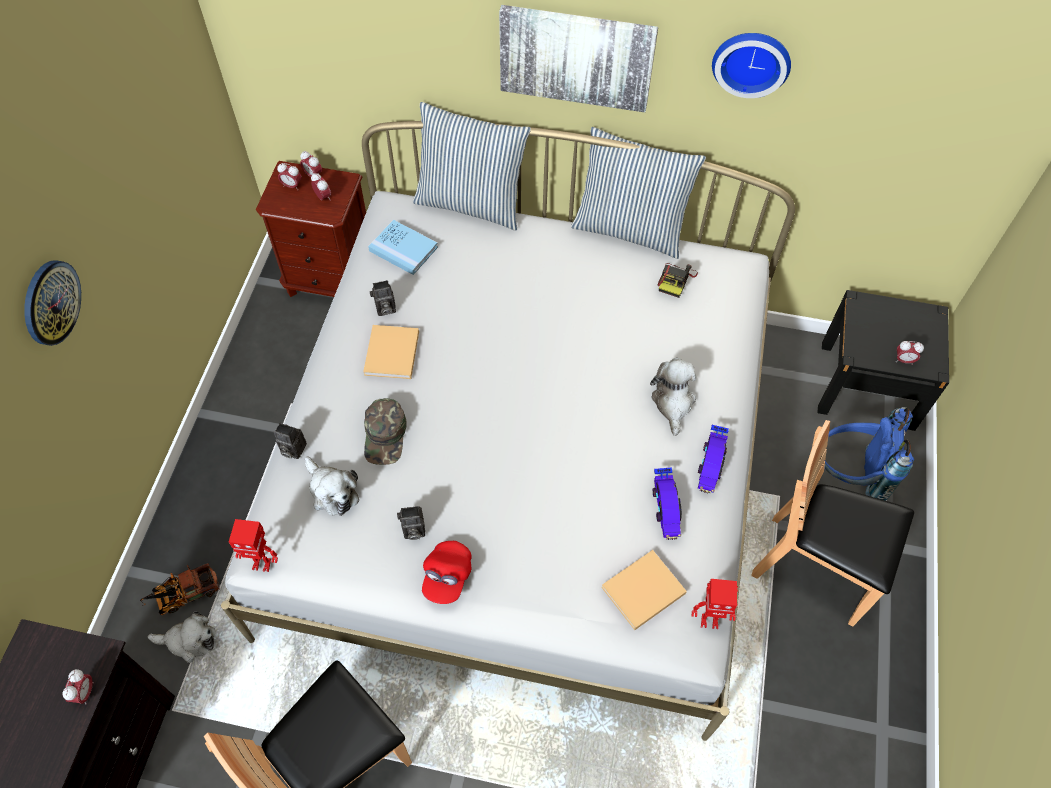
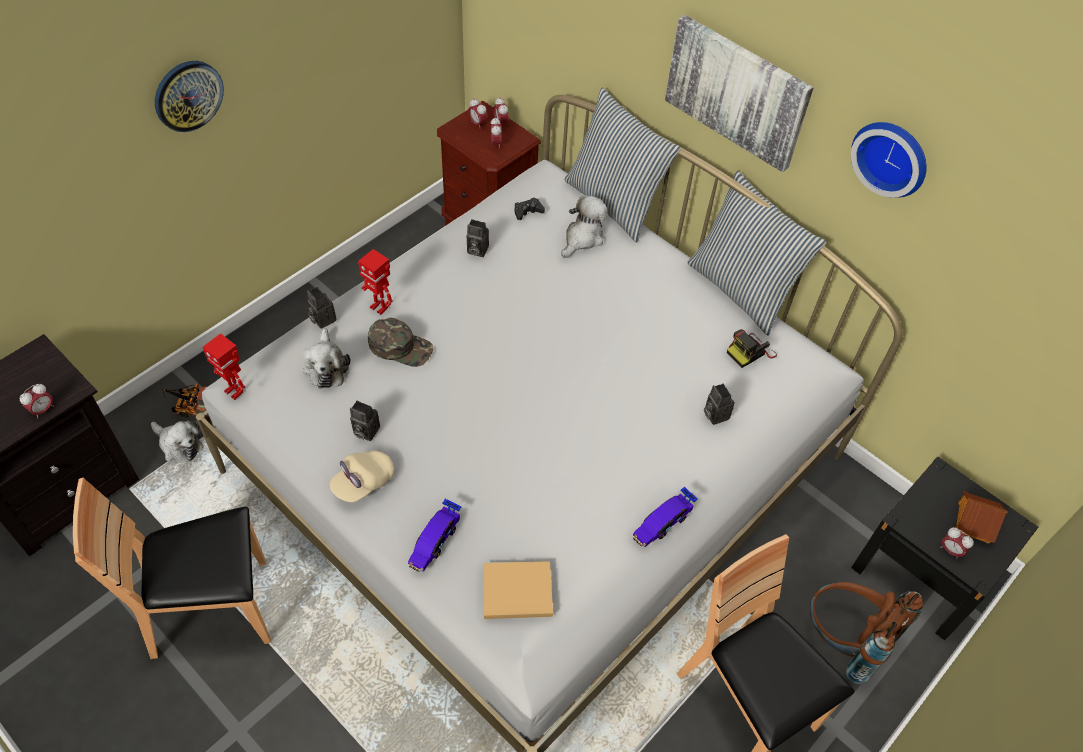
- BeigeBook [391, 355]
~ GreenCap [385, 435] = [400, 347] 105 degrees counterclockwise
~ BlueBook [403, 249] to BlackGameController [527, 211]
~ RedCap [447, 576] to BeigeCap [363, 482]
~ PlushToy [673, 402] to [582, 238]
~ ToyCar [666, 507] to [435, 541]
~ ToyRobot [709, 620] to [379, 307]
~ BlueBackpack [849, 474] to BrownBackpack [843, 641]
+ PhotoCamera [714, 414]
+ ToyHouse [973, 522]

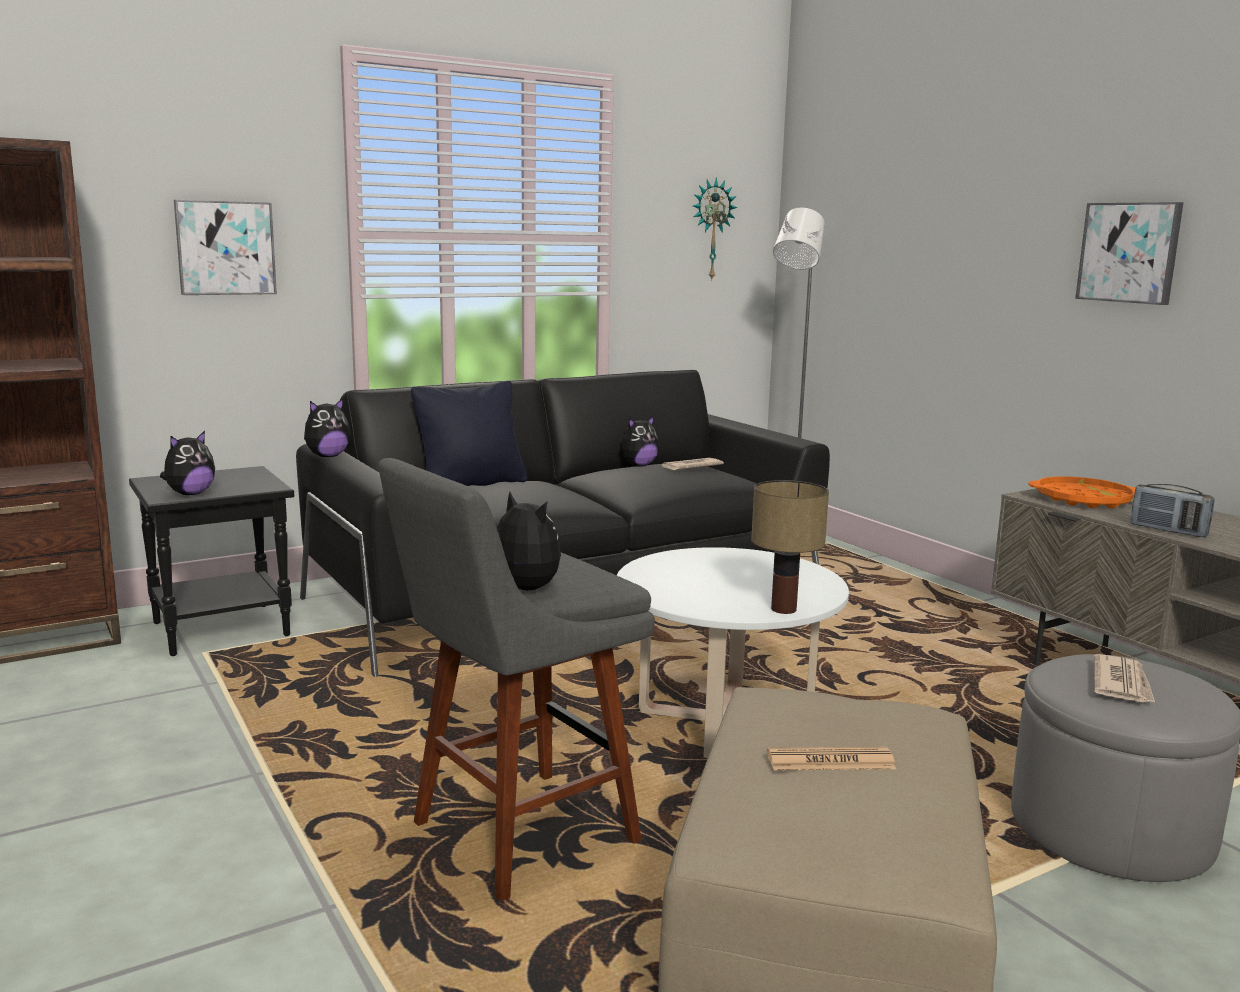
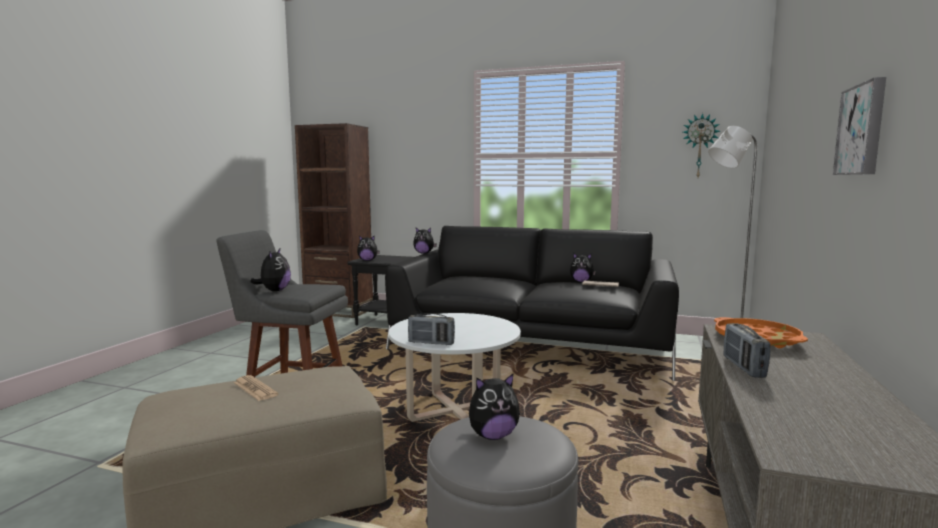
- Picture [225, 248]
- BlackPillow [471, 484]
~ TableLamp [783, 609] to Radio [431, 343]
~ Newspaper [1122, 683] to PlushToy [493, 436]

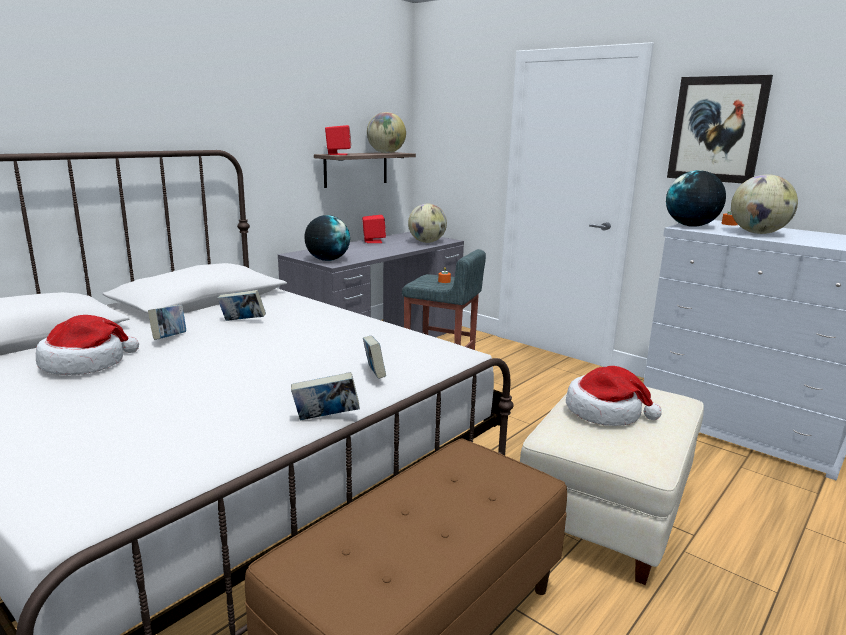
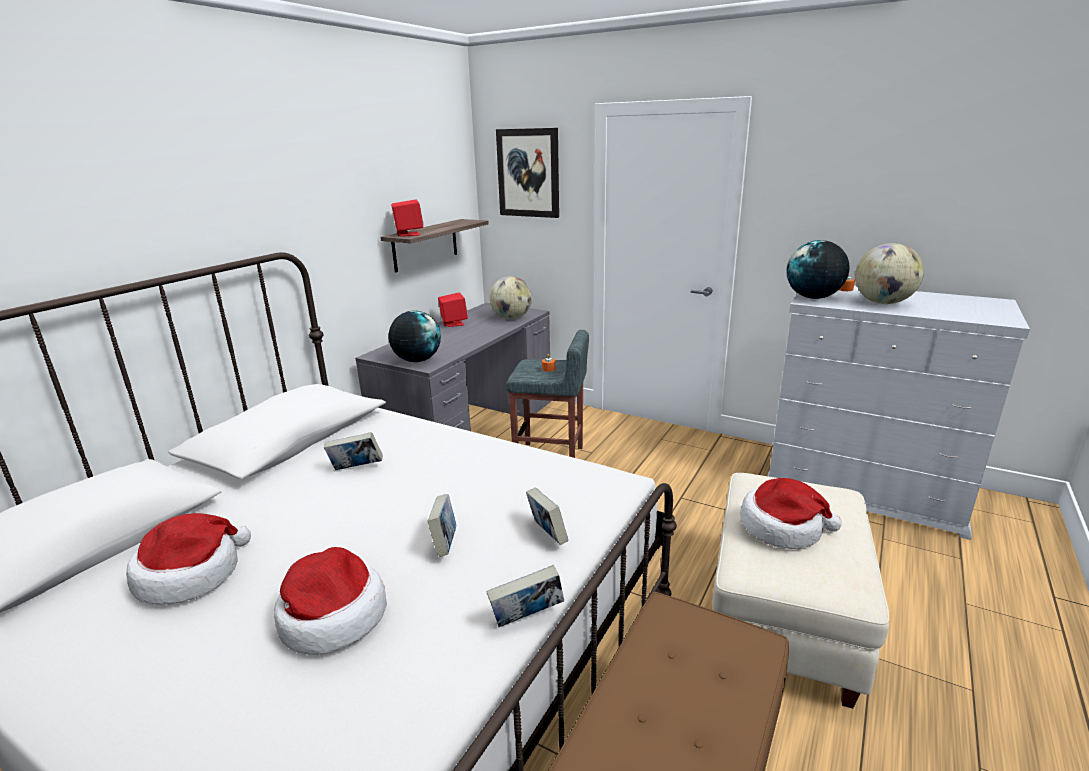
~ Book [170, 338] to [445, 544]
- Globe [386, 153]
~ Picture [717, 129] to [528, 173]
+ Hat [331, 617]

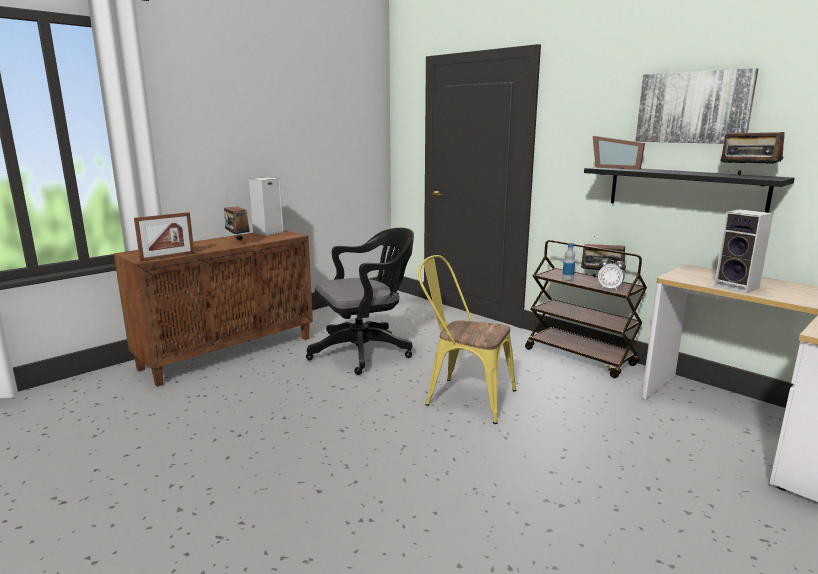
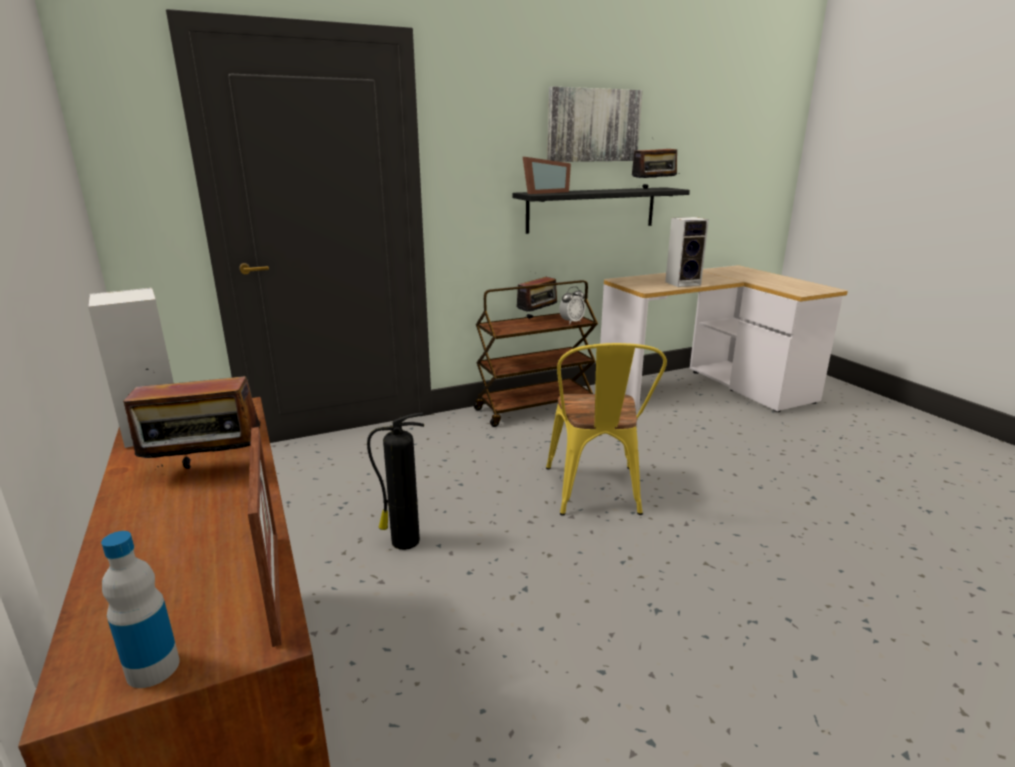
~ BlackOfficeChair [365, 351] to FireExtinguisher [403, 541]
~ YellowChair [463, 397] = [595, 494] 45 degrees counterclockwise
~ Bottle [567, 279] to [153, 668]

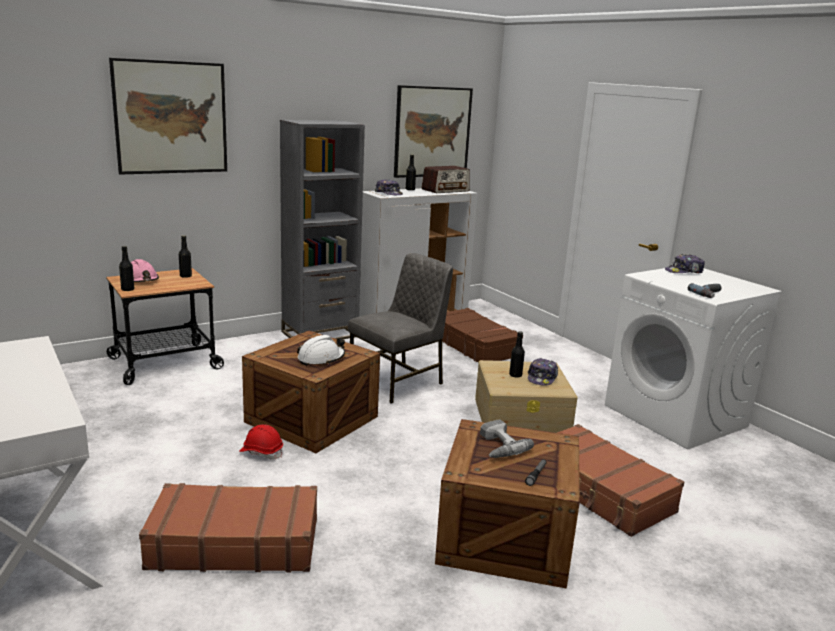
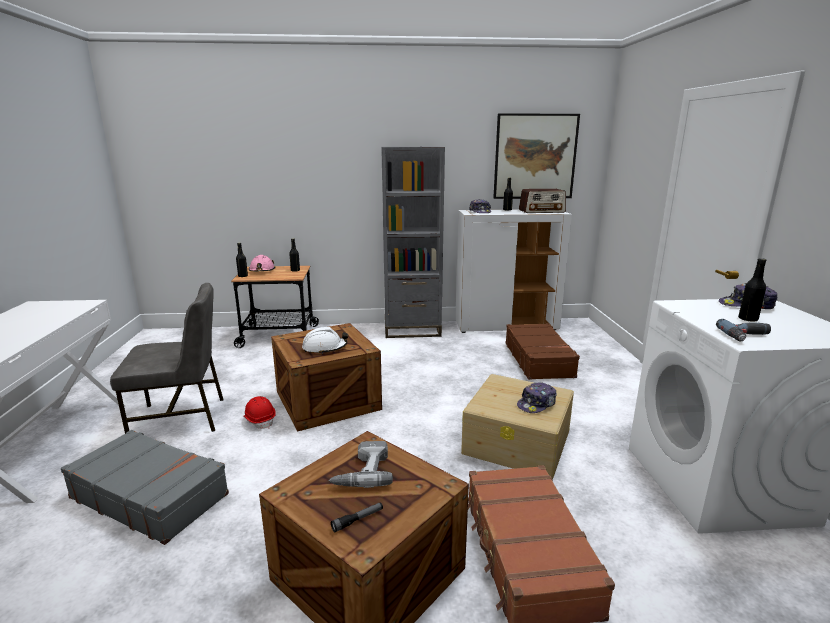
- Picture [171, 117]
~ BrownSuitcase [234, 543] to GreySuitcase [150, 495]
~ GreyChair [398, 382] to [181, 418]
~ BlackBottle [515, 375] to [748, 319]

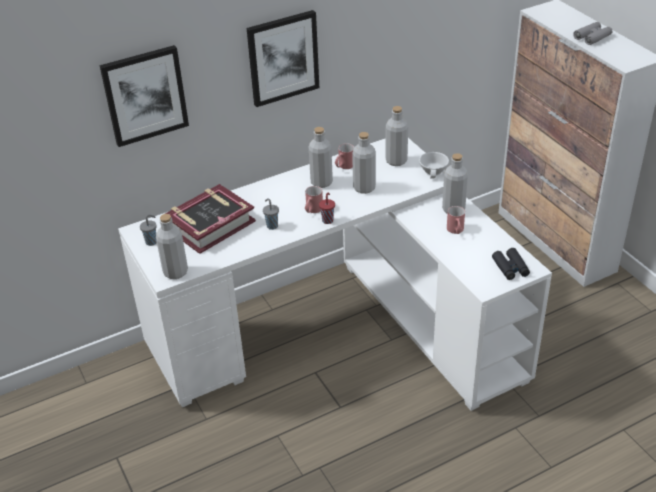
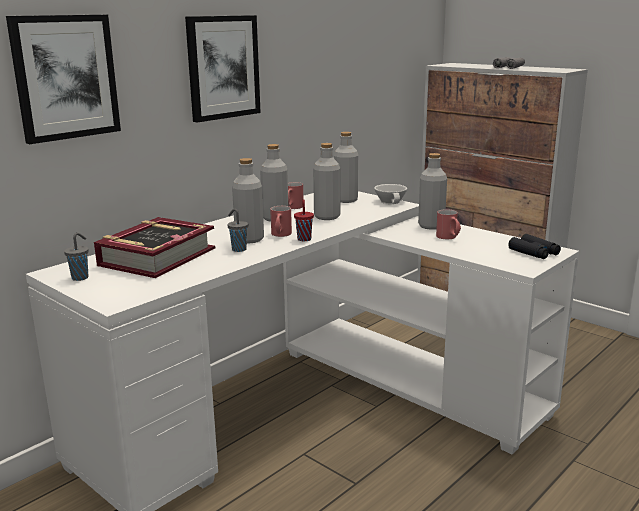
~ GreyBottle [175, 272] to [249, 239]

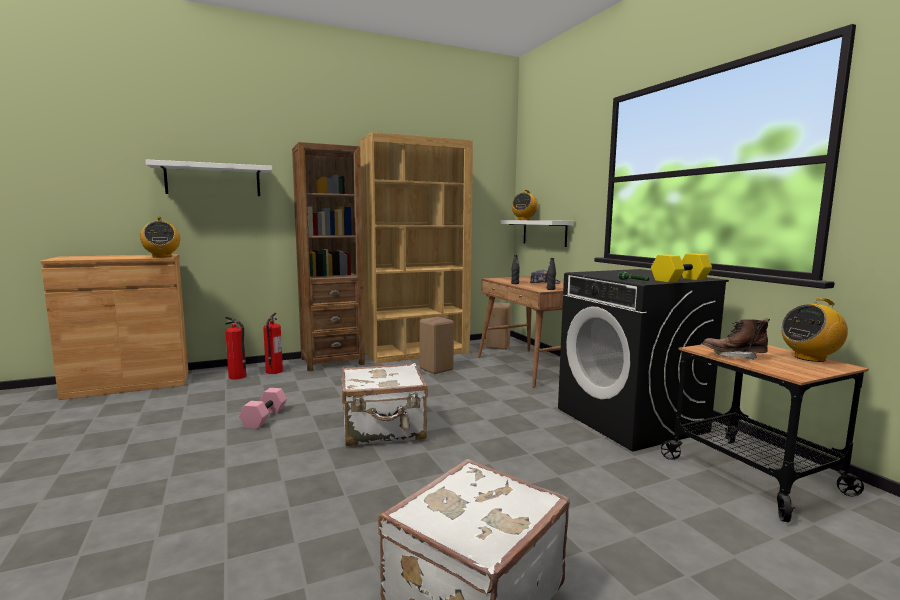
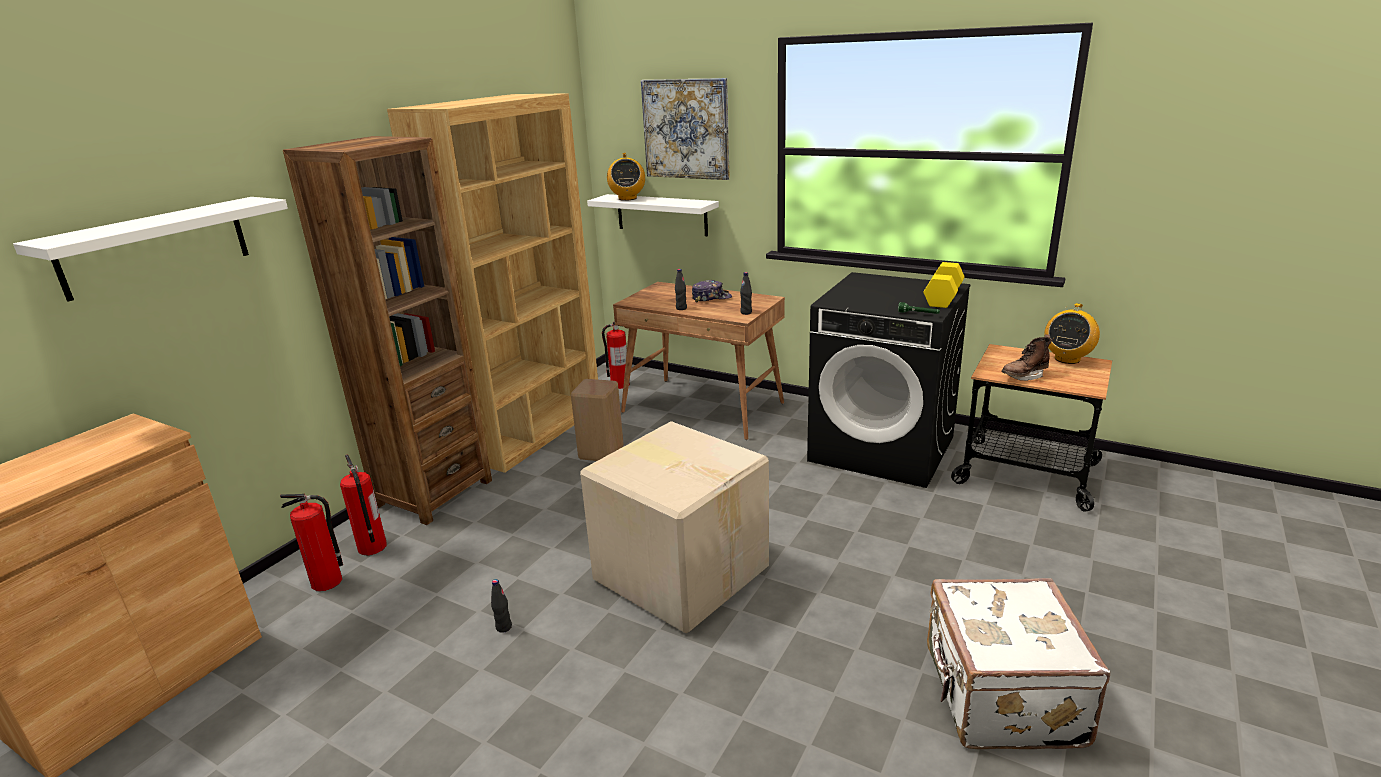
- Radio [162, 256]
~ PinkDumbbell [264, 417] to BlackBottle [503, 627]
~ WhiteSuitcase [384, 430] to CardboardBox [681, 571]
~ BeigeStool [498, 346] to FireExtinguisher [619, 384]
+ Picture [686, 129]

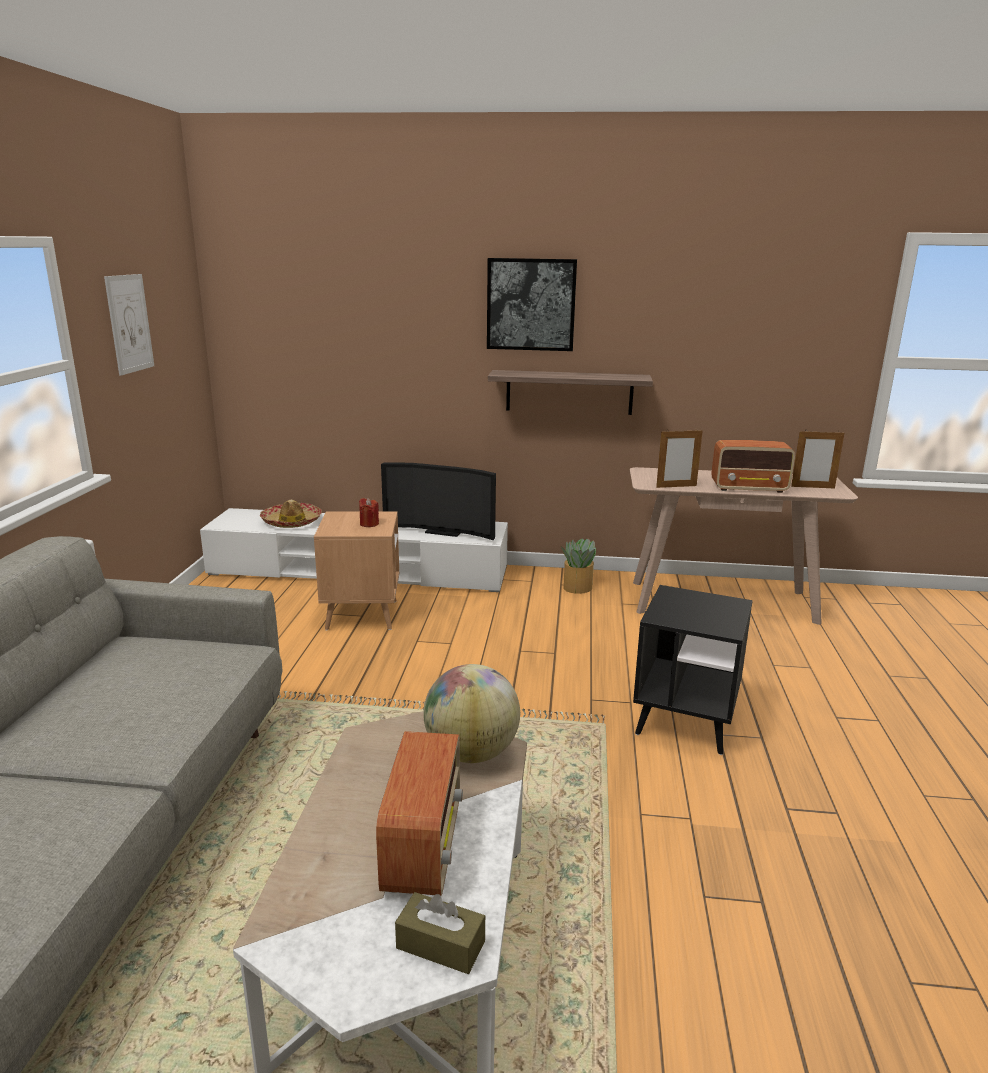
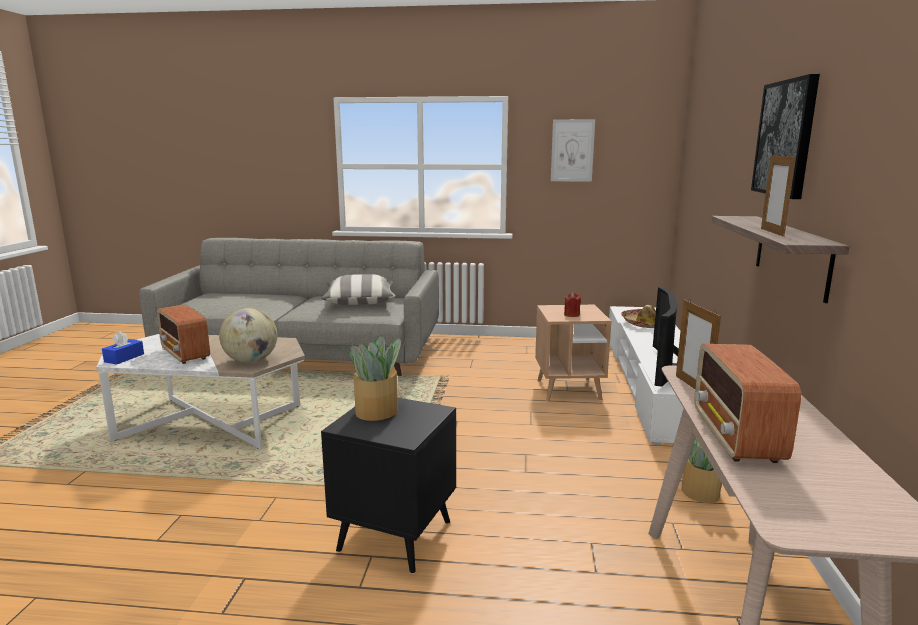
~ Radio [423, 846] = [185, 354] 45 degrees clockwise
~ BrownTissueBox [440, 945] to BlueTissueBox [124, 358]
~ PictureFrame [812, 487] to [772, 232]
+ Pillow [360, 302]
+ PottedPlant [378, 411]

